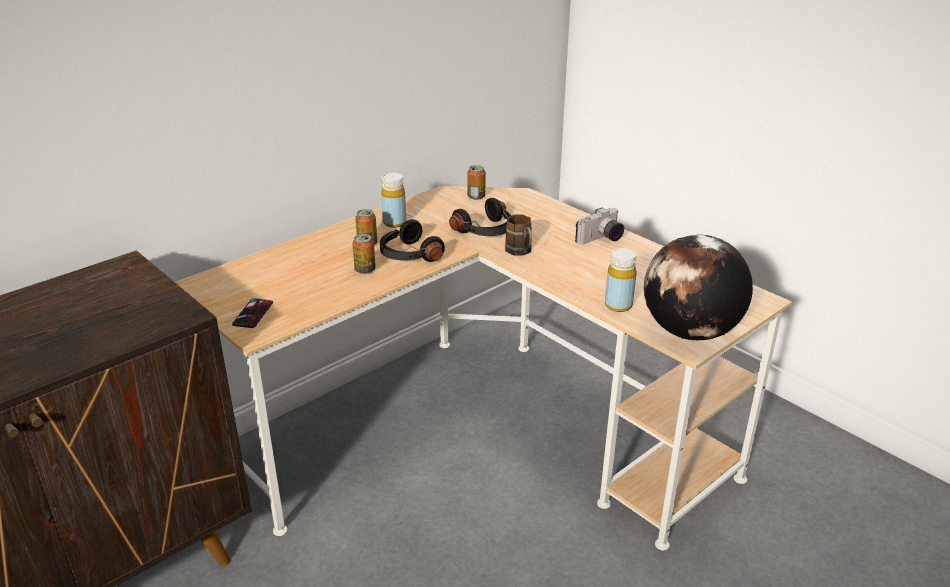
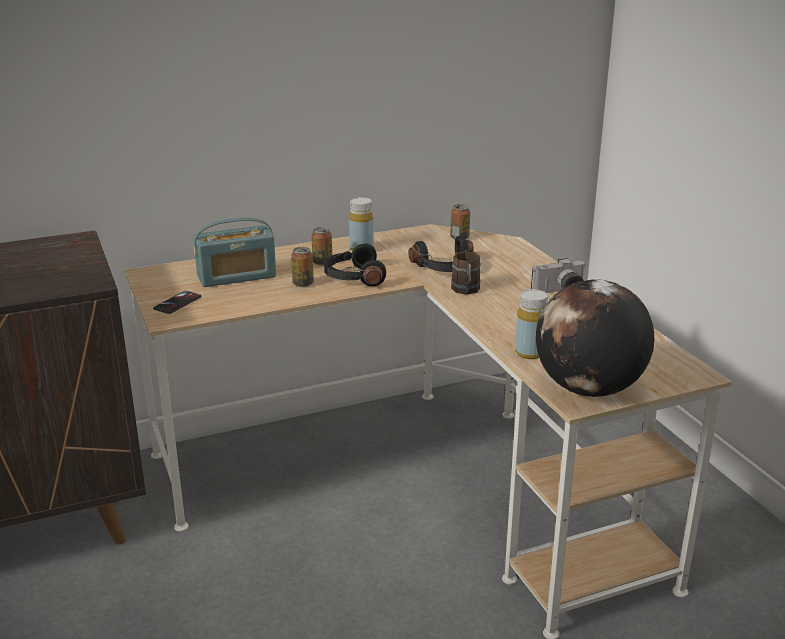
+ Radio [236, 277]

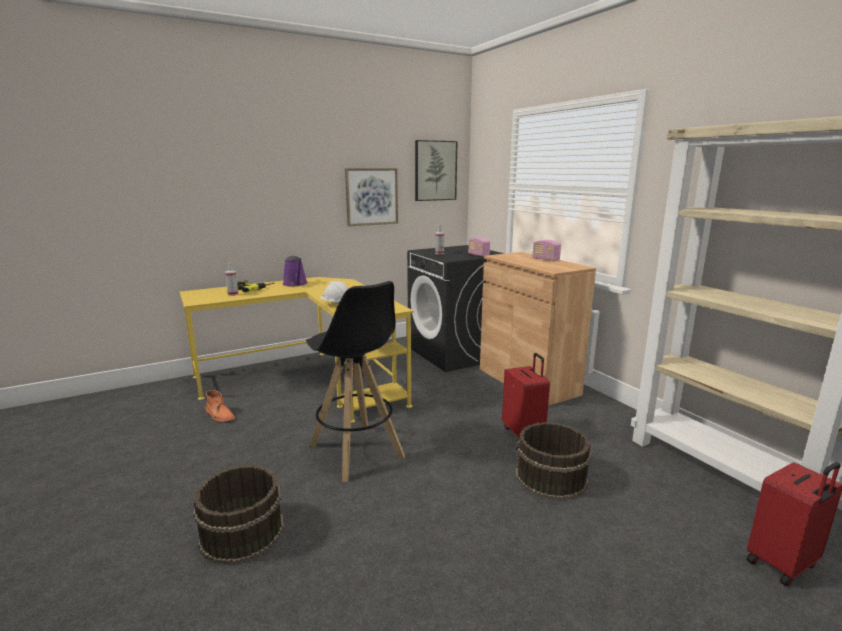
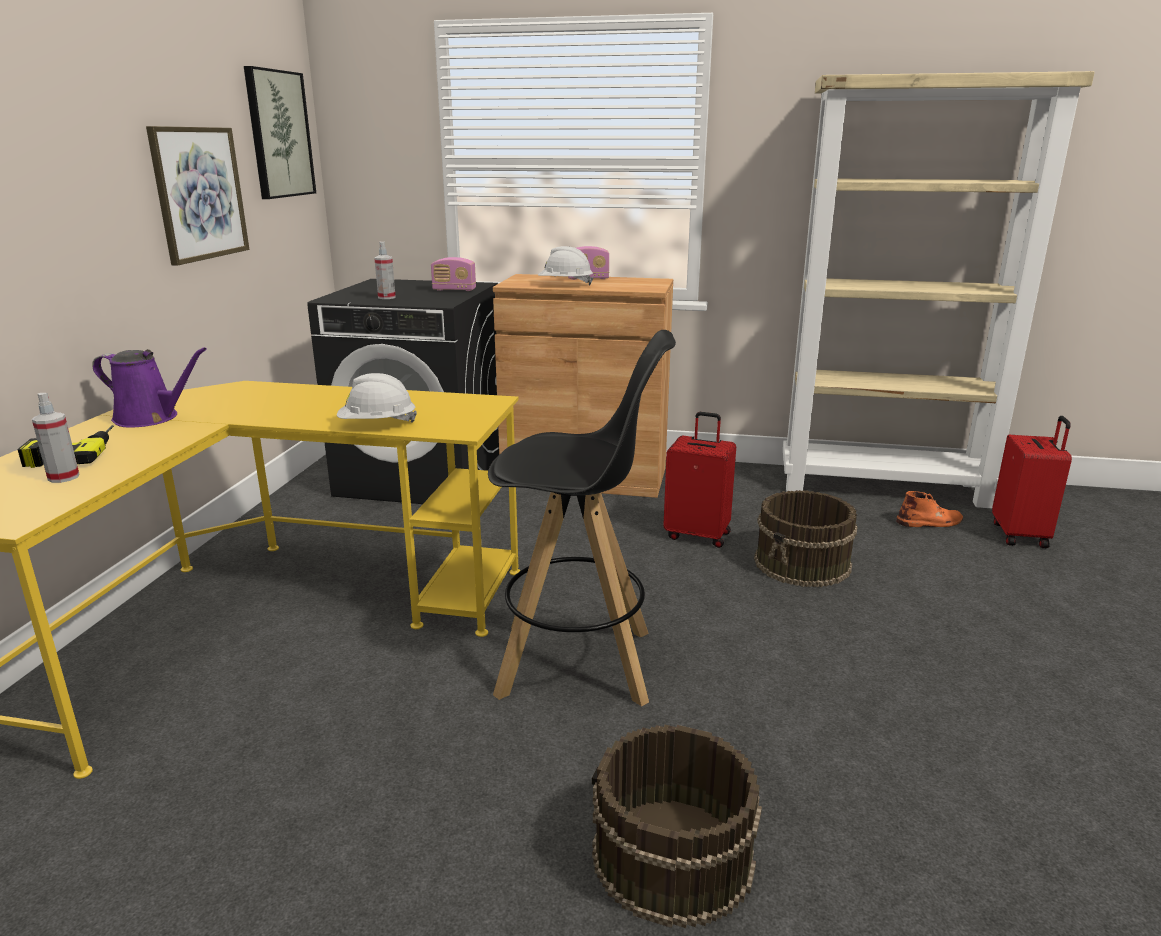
~ OrangeBoot [220, 415] to [930, 522]
+ WhiteHardHat [565, 285]

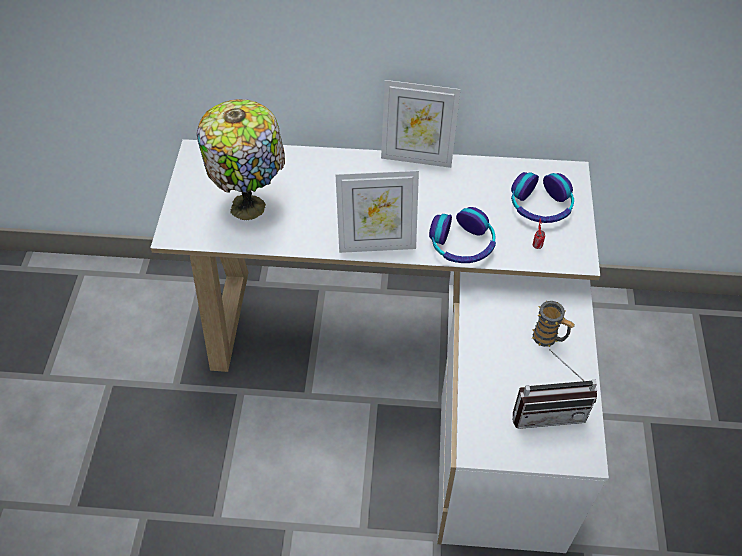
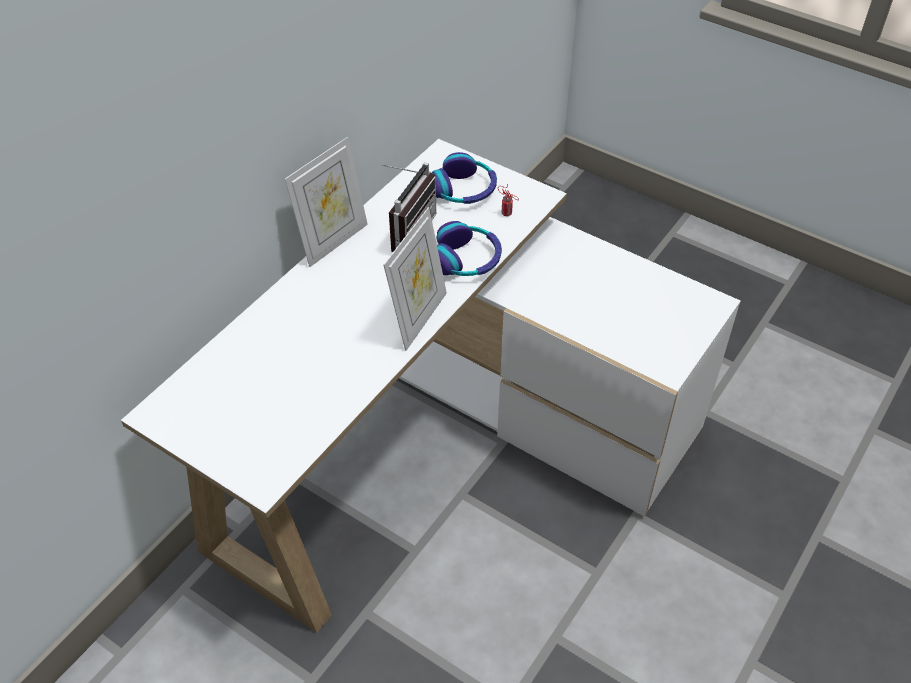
- TableLamp [250, 205]
~ Radio [547, 410] to [406, 230]
- Mug [549, 338]

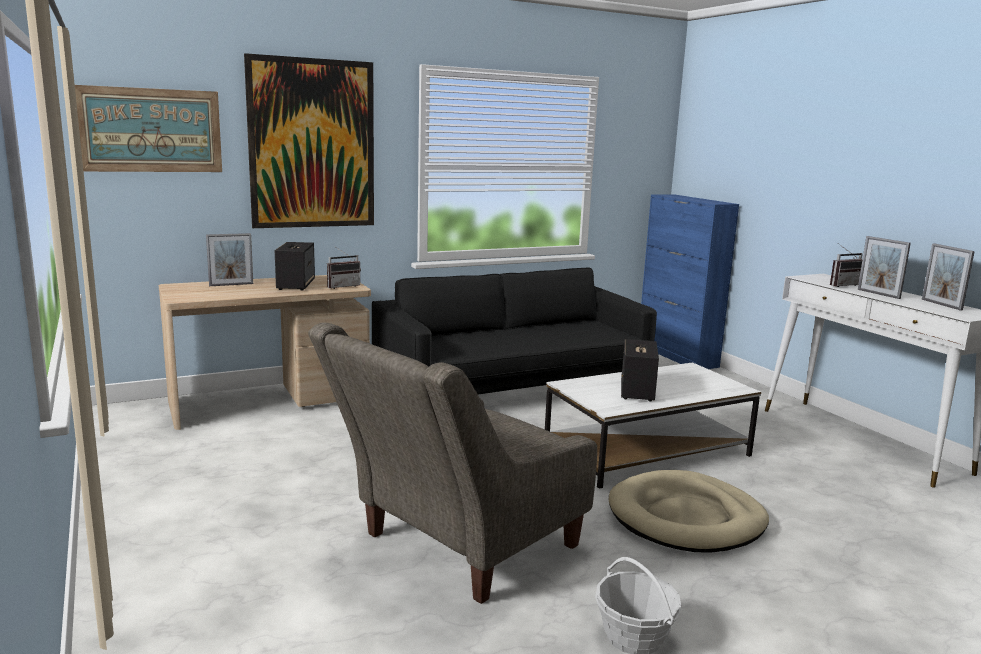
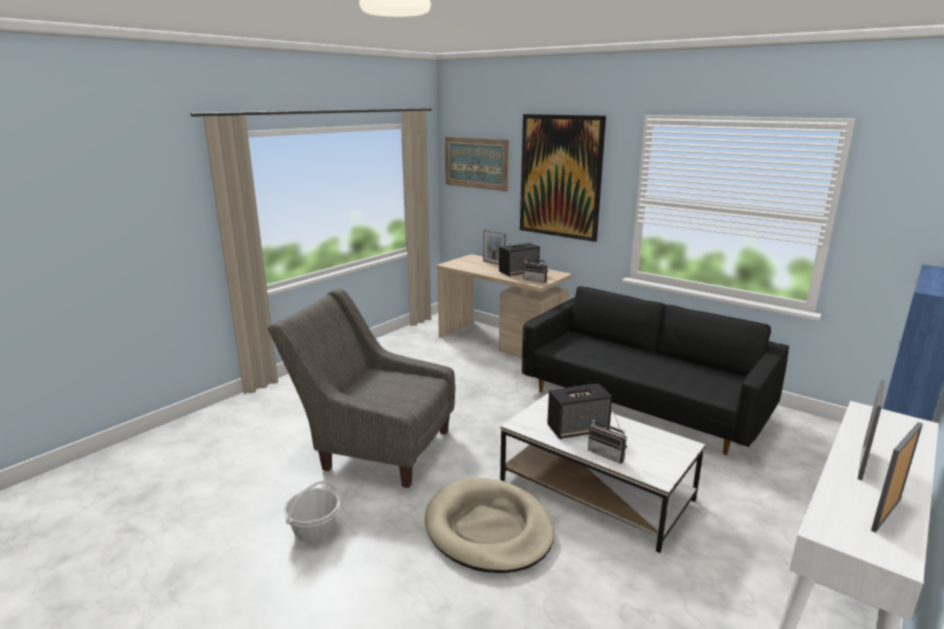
~ Radio [841, 284] to [608, 454]

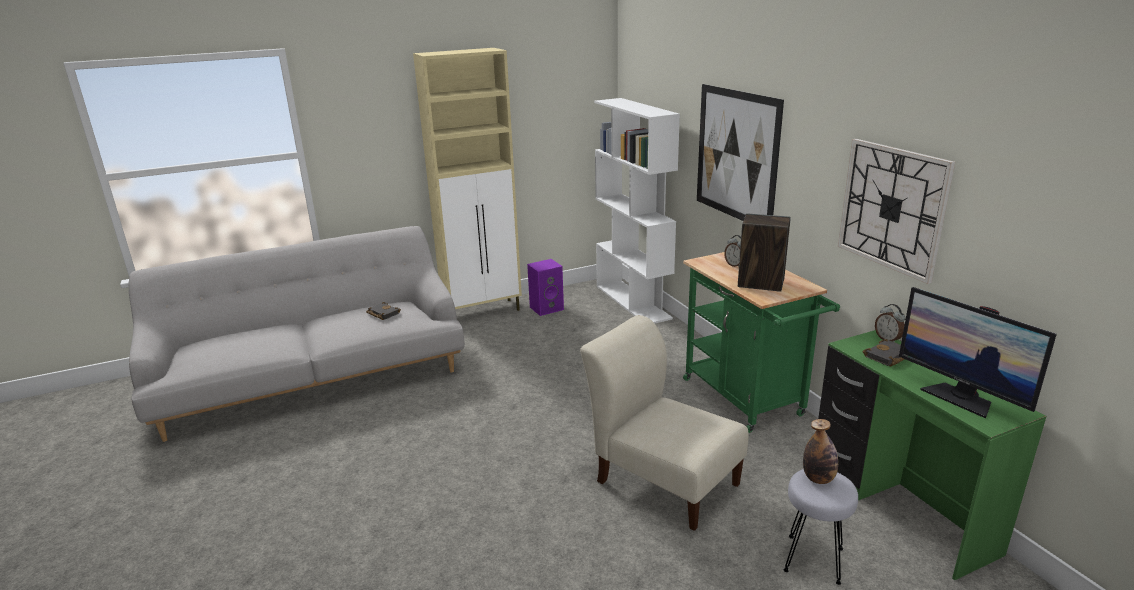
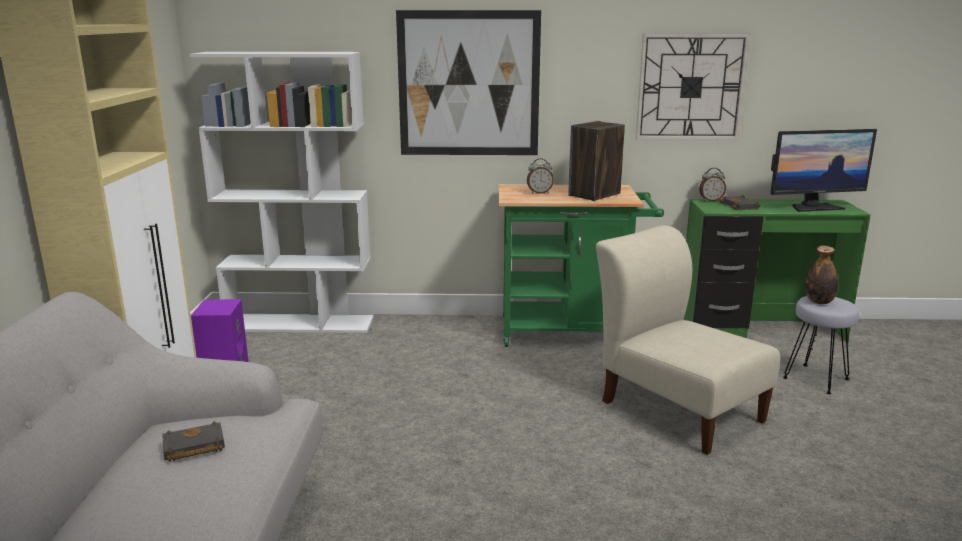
~ BeigeChair [663, 480] = [676, 408] 75 degrees clockwise

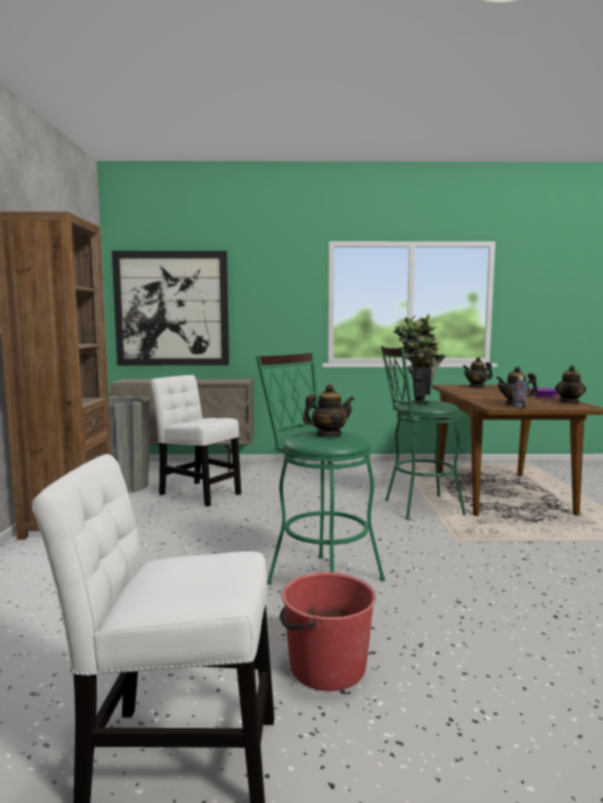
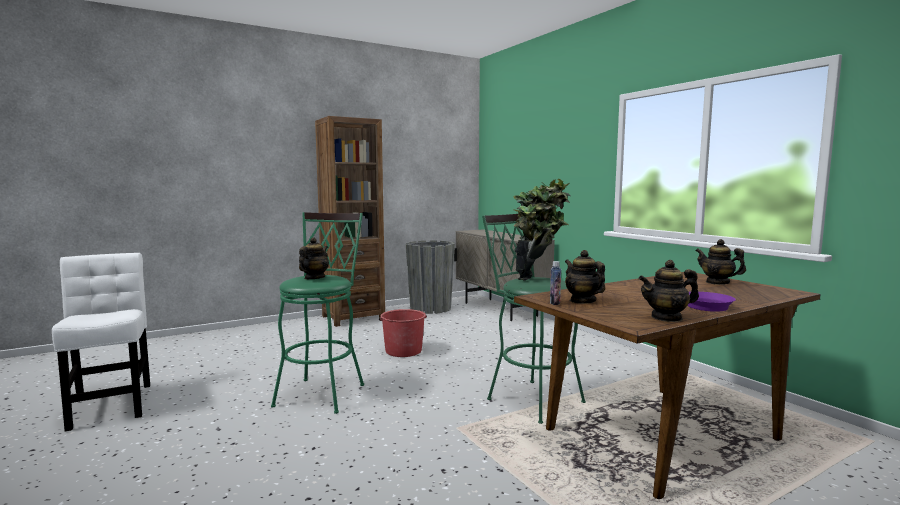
- Picture [172, 309]
- WhiteChair [197, 493]
~ RedBucket [326, 667] to [403, 351]
~ Teapot [328, 435] = [314, 278] 105 degrees counterclockwise

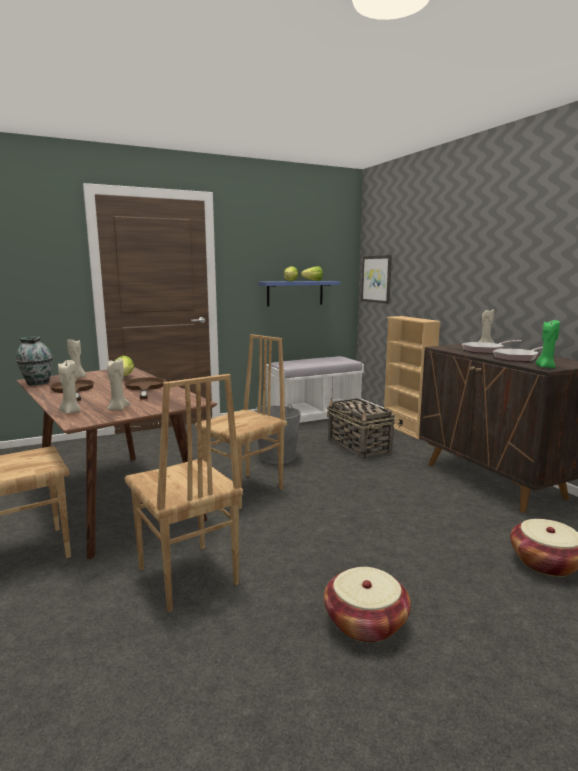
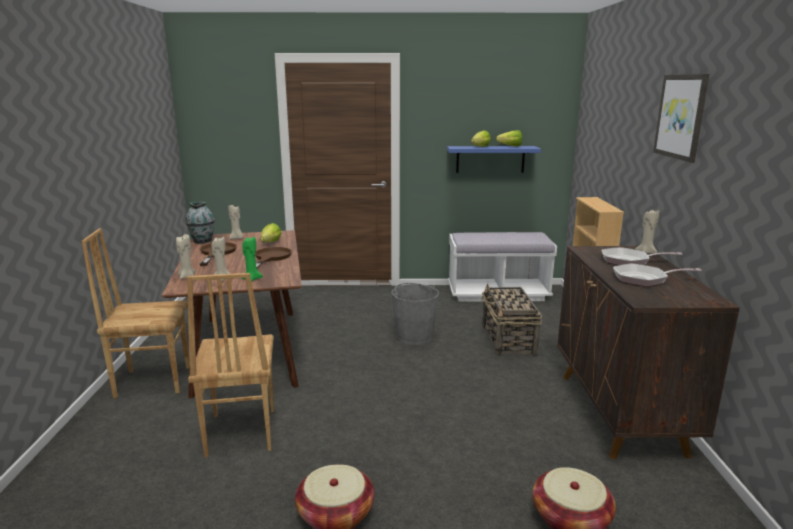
- BrownChair [245, 491]
~ Picture [377, 279] to [681, 116]
~ GreenCandle [545, 367] to [252, 279]

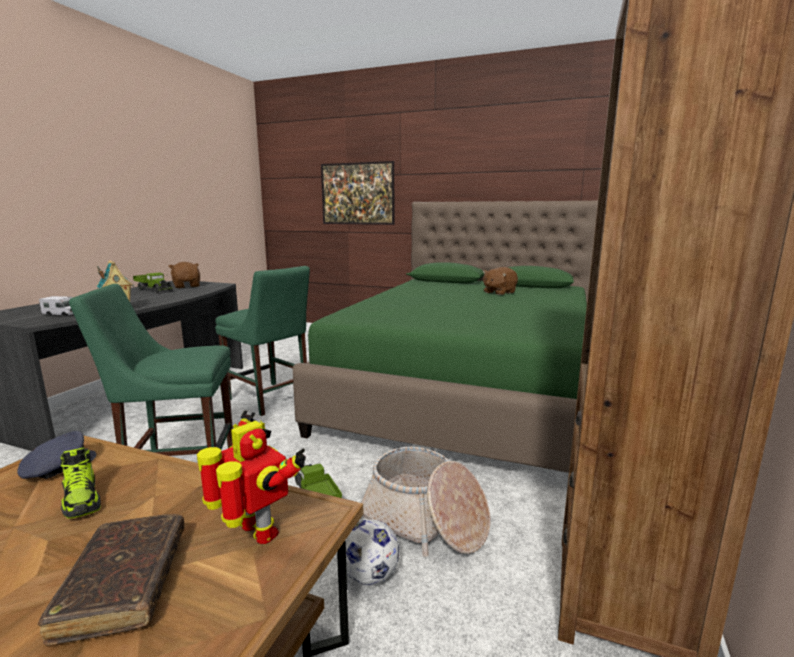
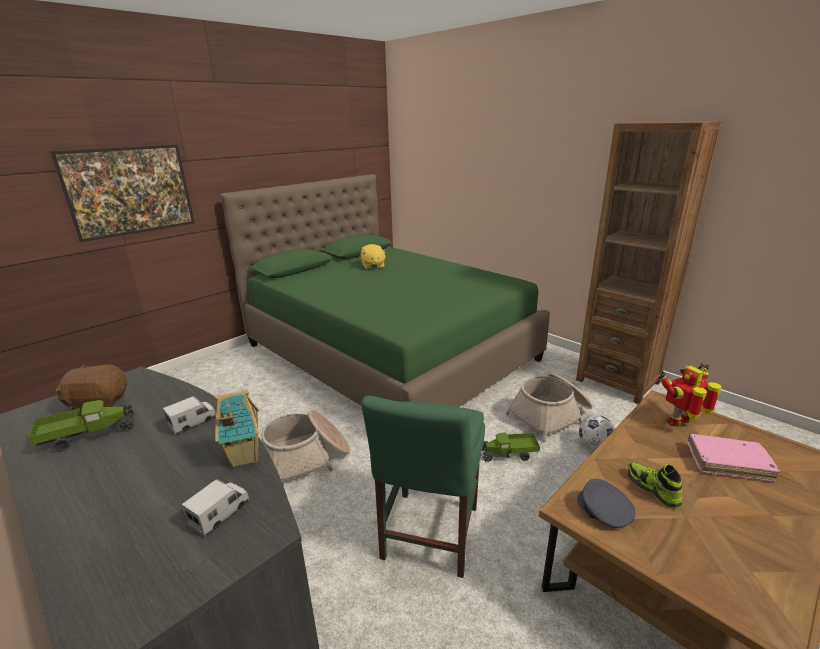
~ BrownBook [124, 584] to PinkBook [728, 462]
~ Shoe [82, 500] = [652, 489] 105 degrees counterclockwise
~ GreenChair [270, 399] to Basket [306, 458]
~ BrownPlushToy [498, 292] to YellowPlushToy [373, 266]
+ ToyTruck [193, 422]

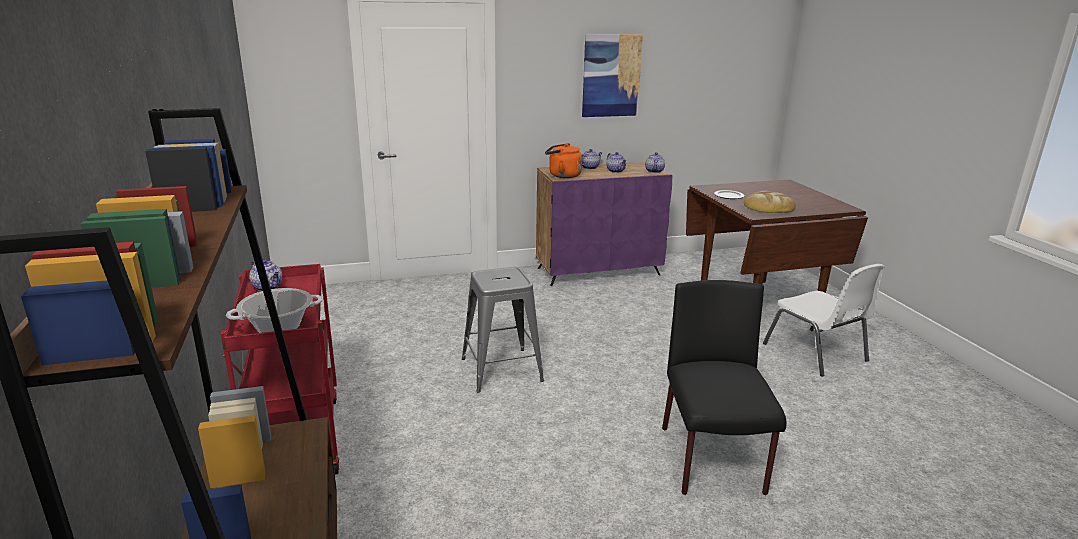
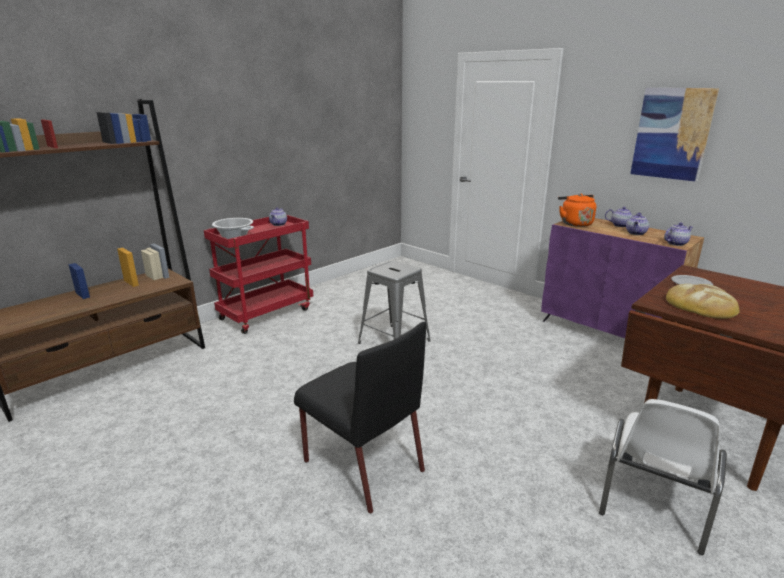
~ BlackChair [712, 461] = [361, 465] 75 degrees clockwise

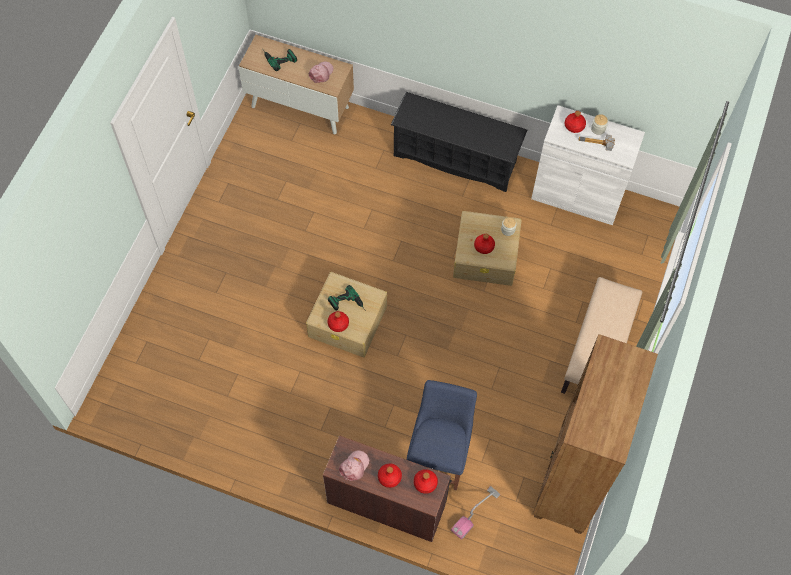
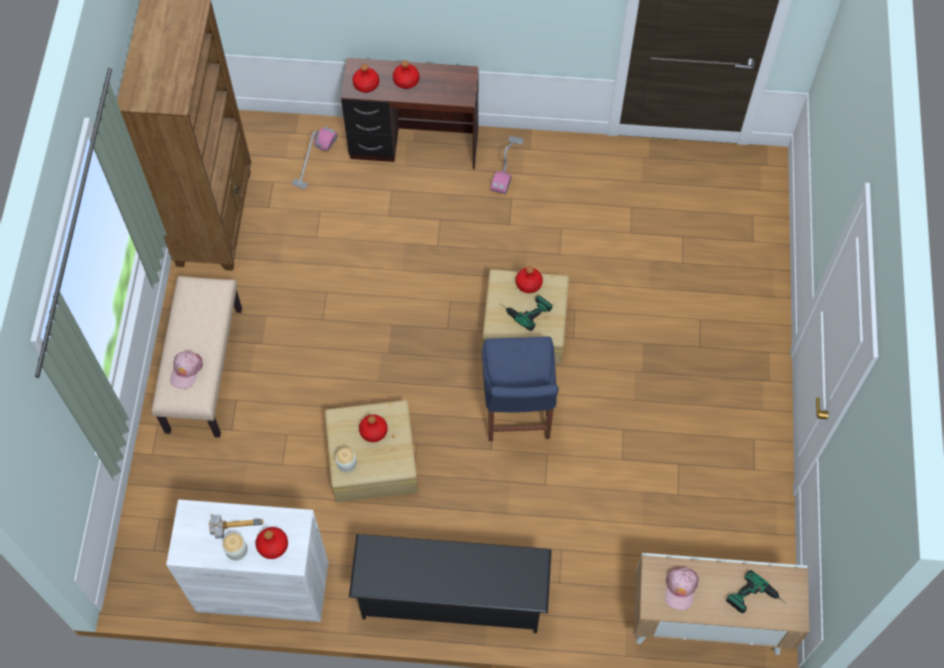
~ PinkCap [354, 466] to [186, 370]
~ BlueChair [439, 456] to [517, 414]
+ VacuumCleaner [507, 166]

